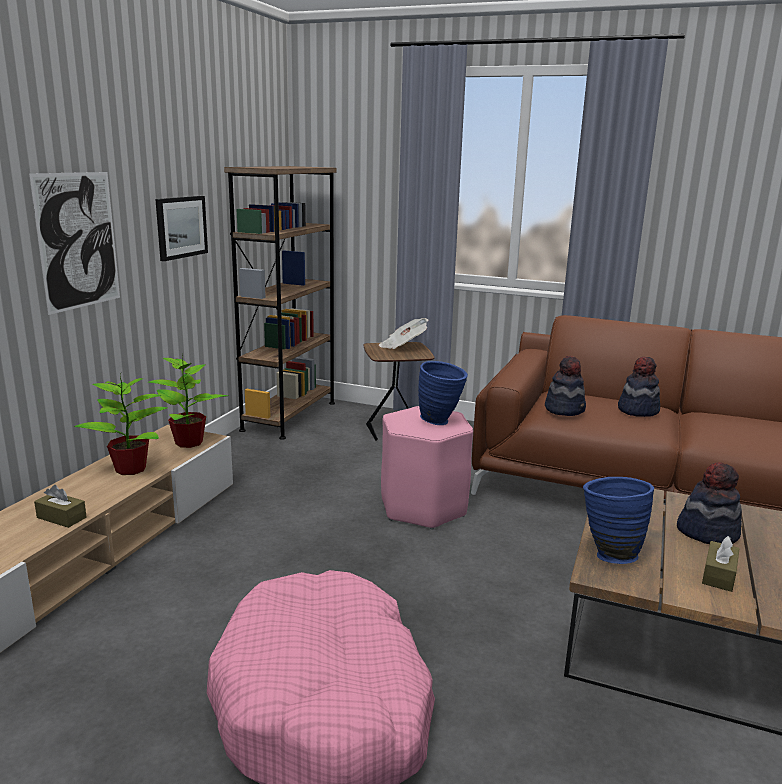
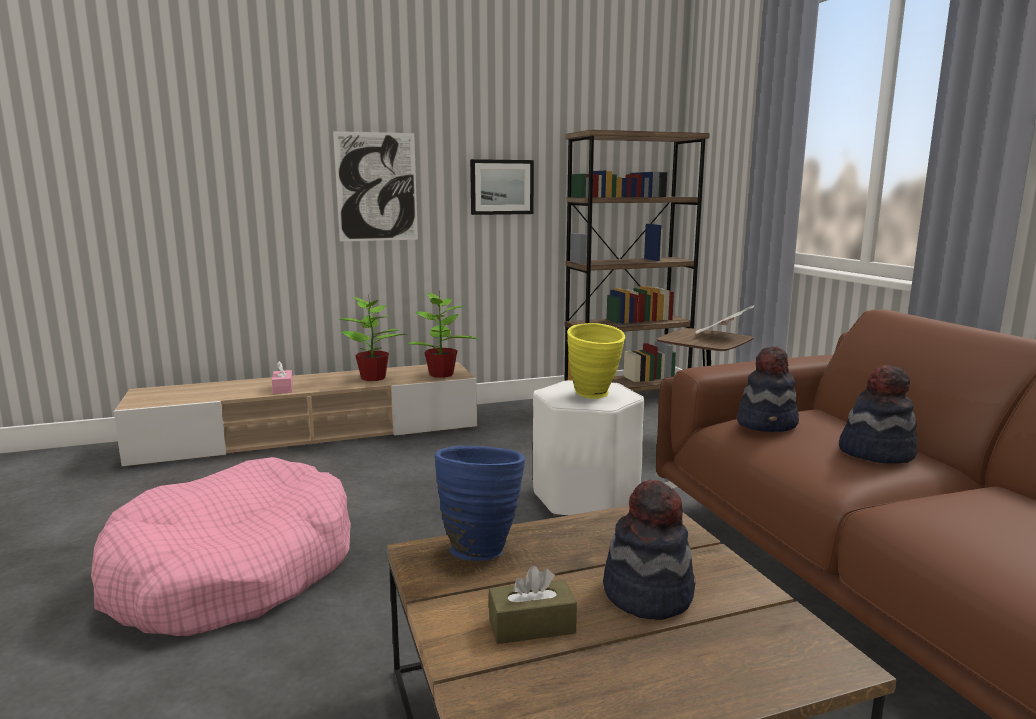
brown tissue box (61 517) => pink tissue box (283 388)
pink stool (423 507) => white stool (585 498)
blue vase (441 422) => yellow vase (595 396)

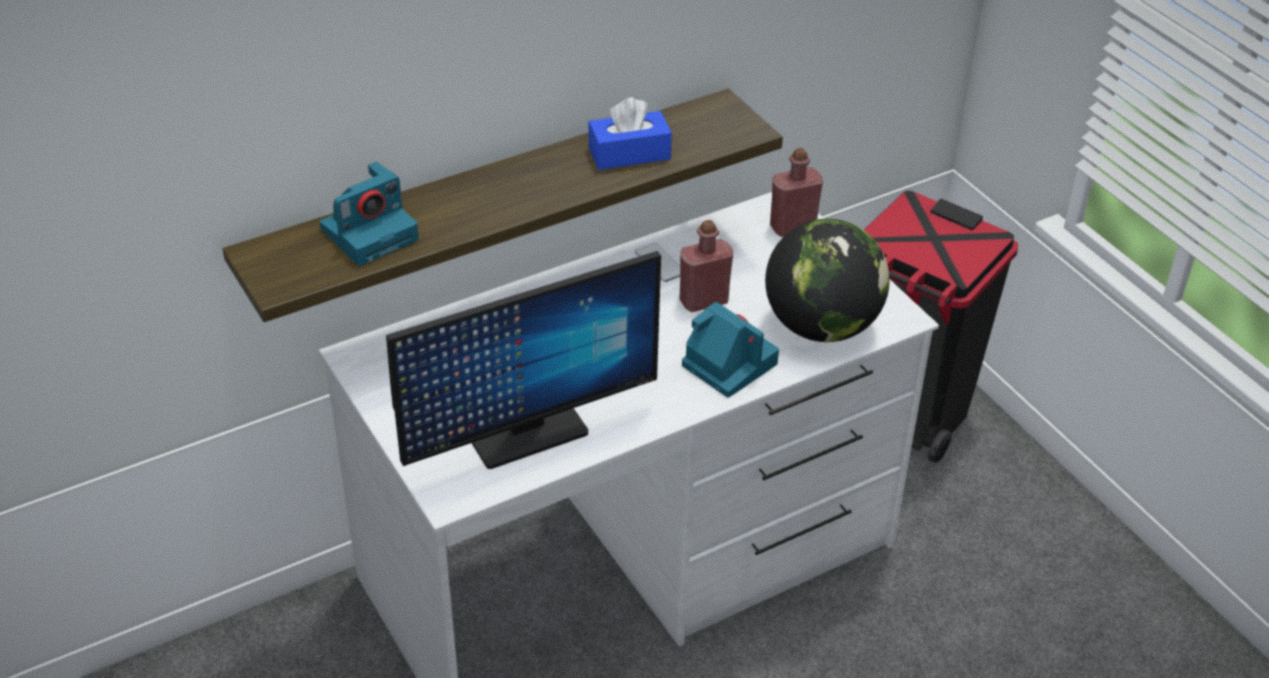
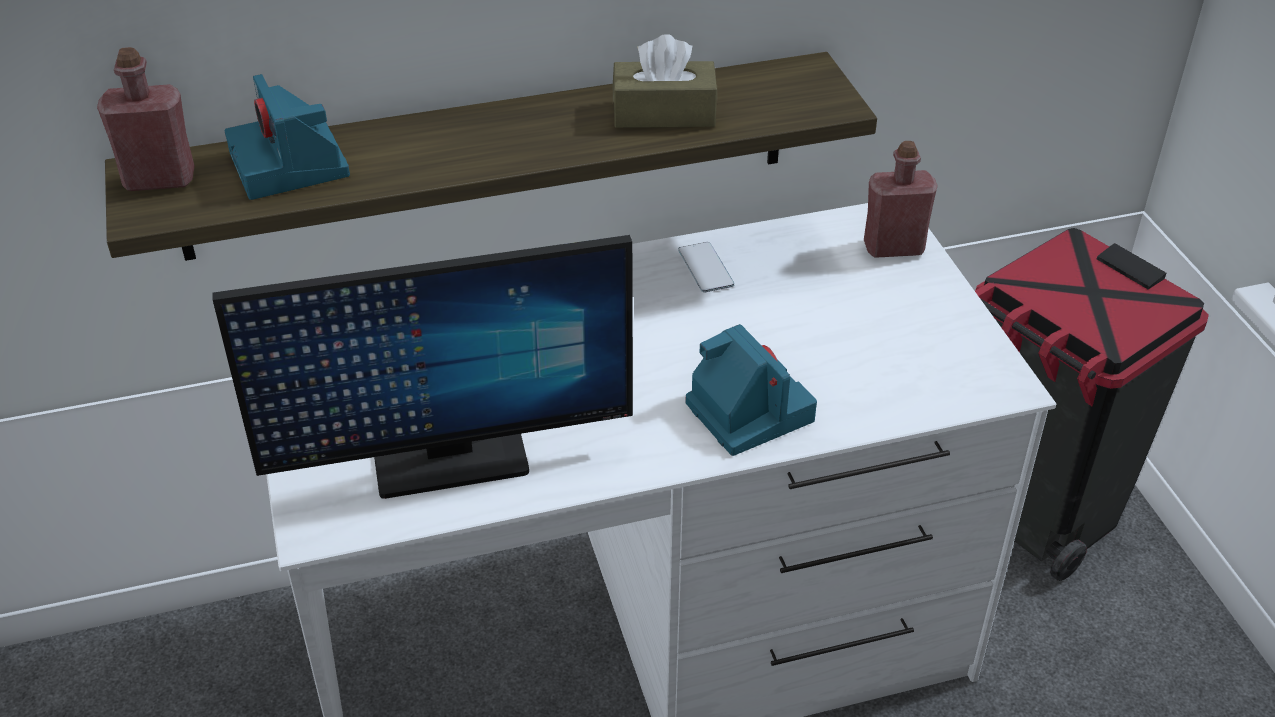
red bottle (703 301) => red bottle (159 179), shifted
photo camera (370 232) => photo camera (291 165), 90 degrees clockwise
blue tissue box (629 153) => brown tissue box (664 113)
globe (821 326) => nothing

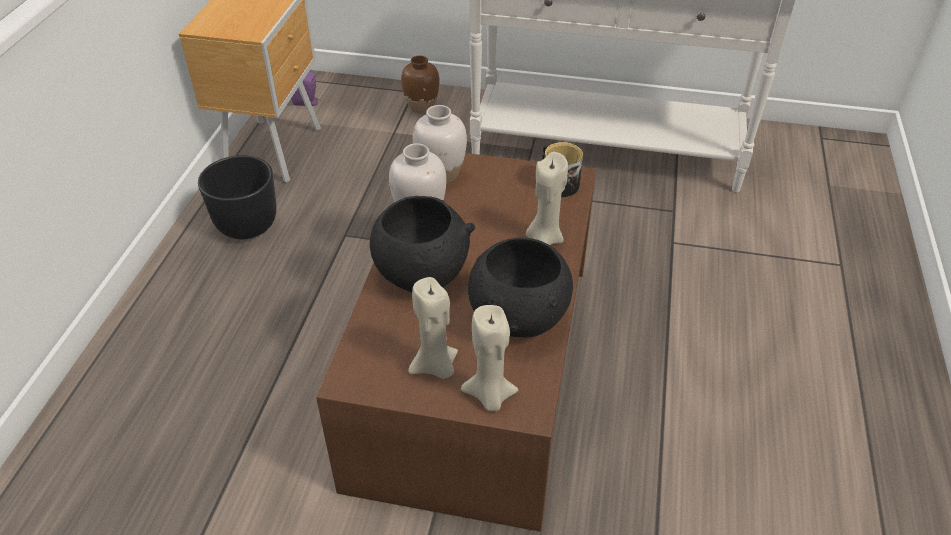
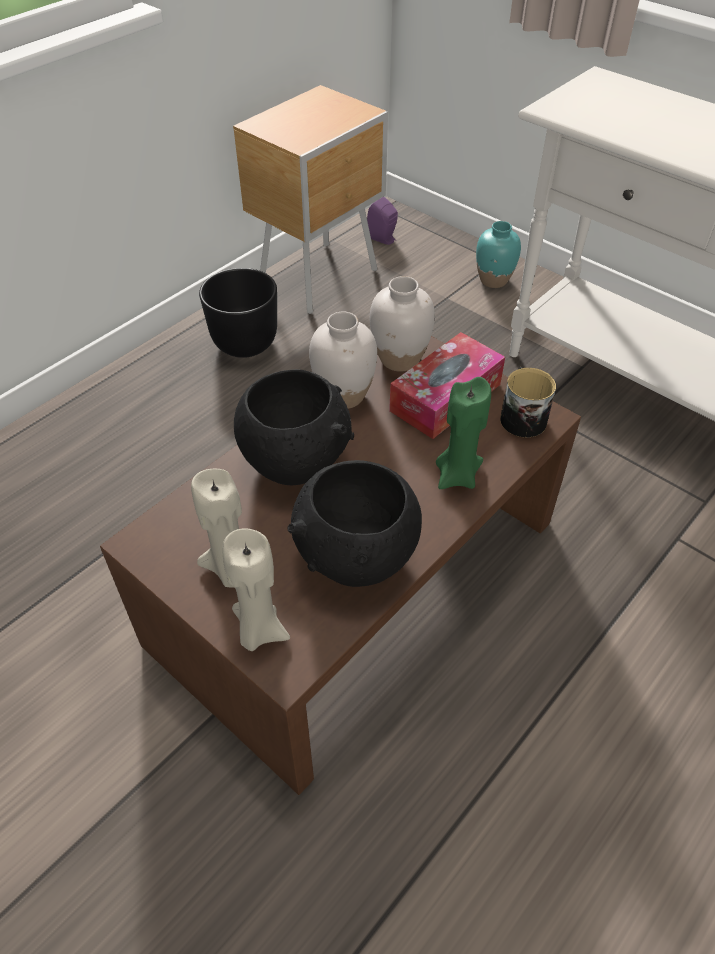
nothing => tissue box (445 397)
beige candle (545 238) => green candle (457 475)
brown vase (421 107) => turquoise vase (493 280)

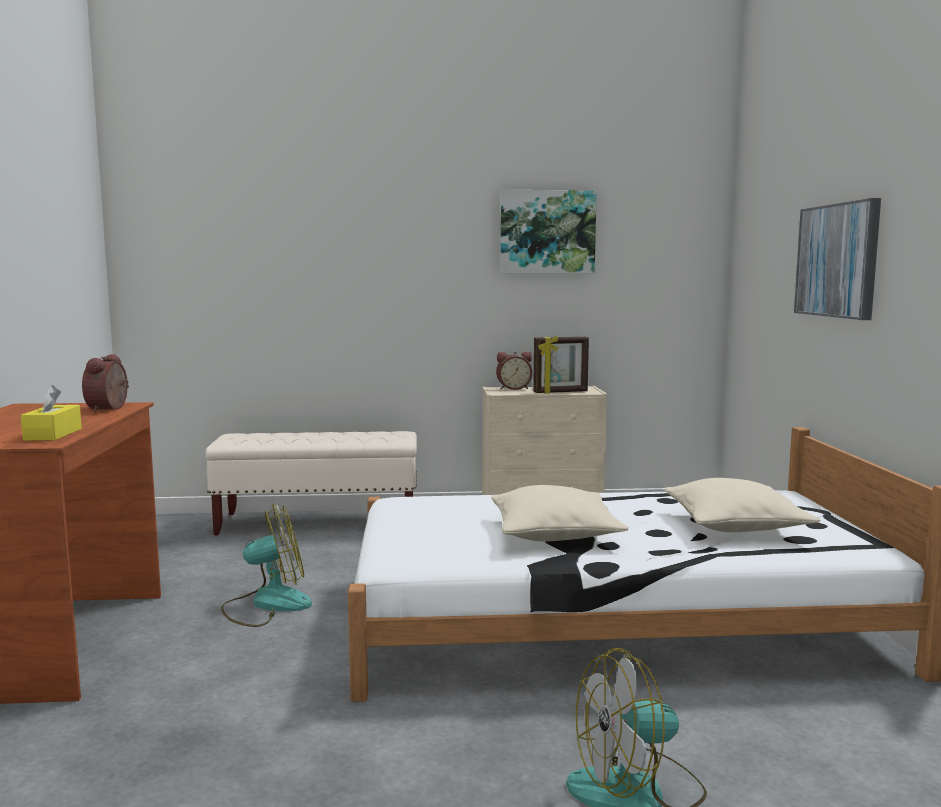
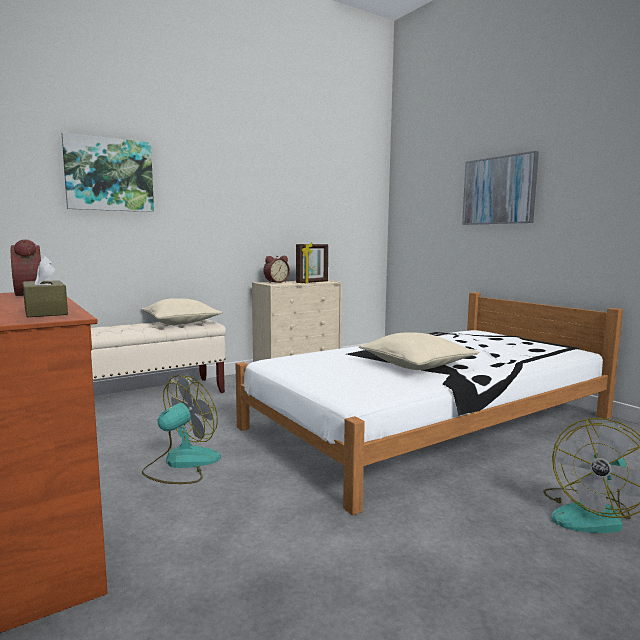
yellow tissue box (53 434) => brown tissue box (45 311)
picture (547 232) => picture (109 175), shifted
beige pillow (735 525) => beige pillow (181 323), shifted

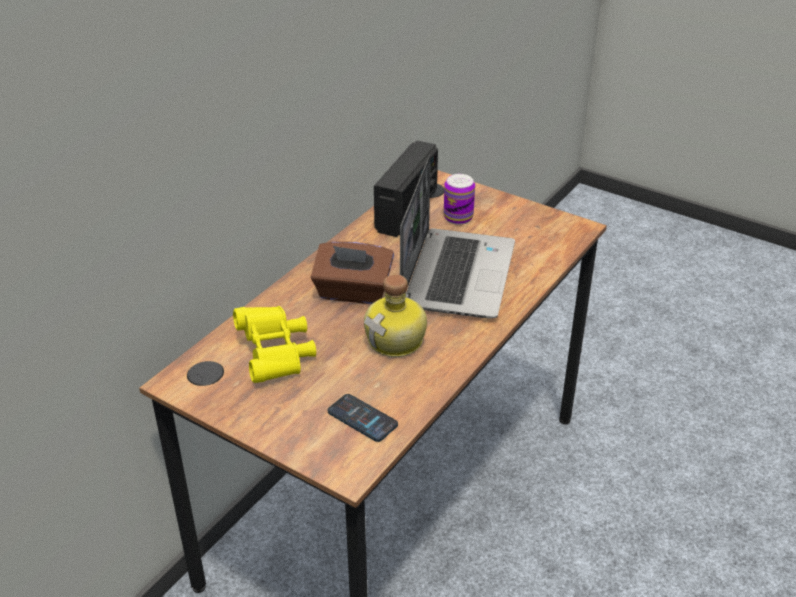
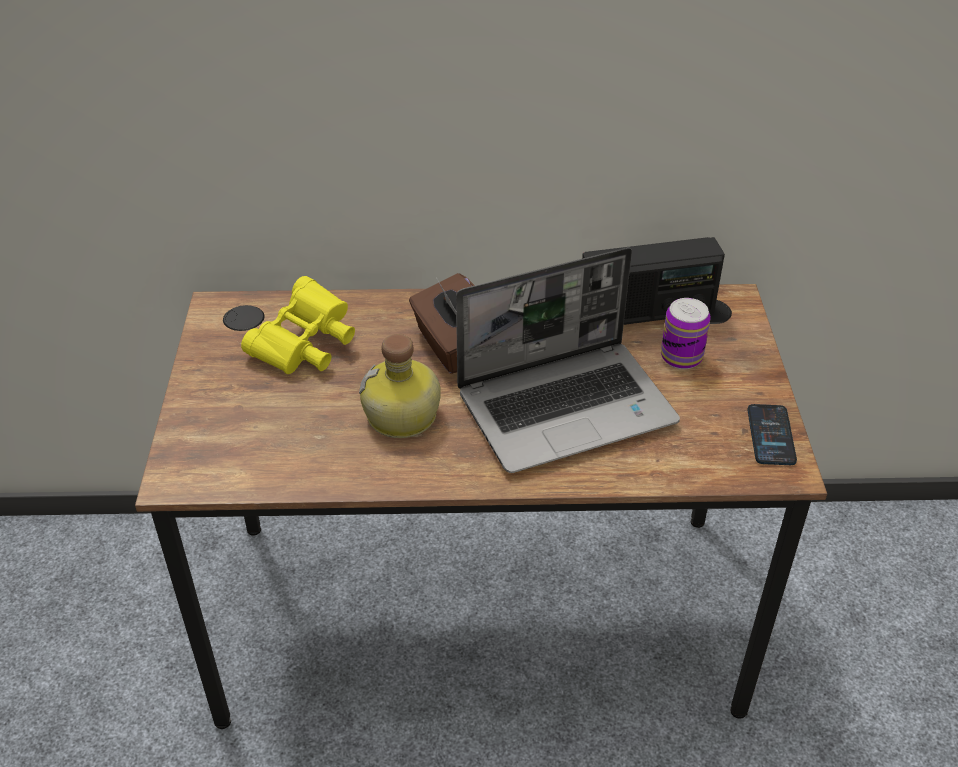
phone (362 418) => phone (771 435), shifted

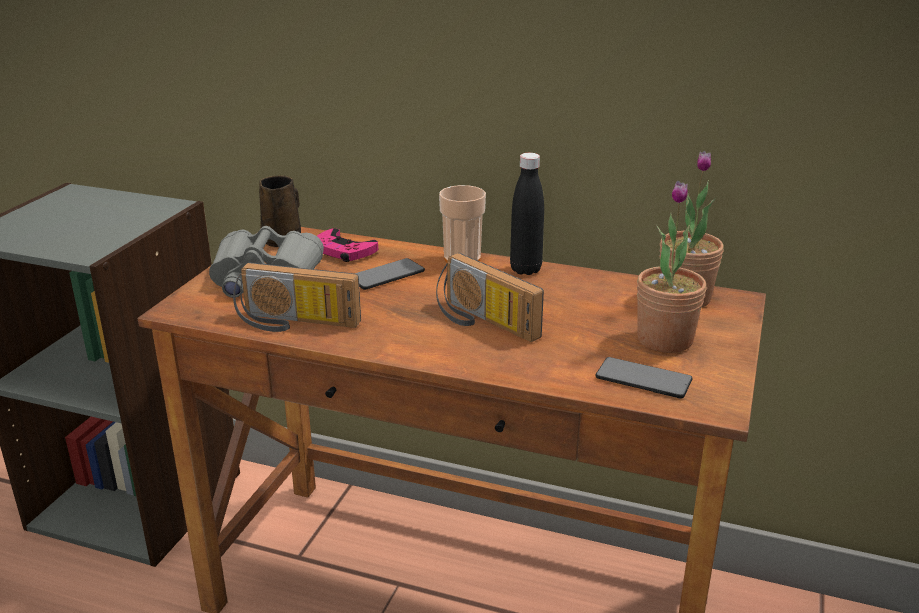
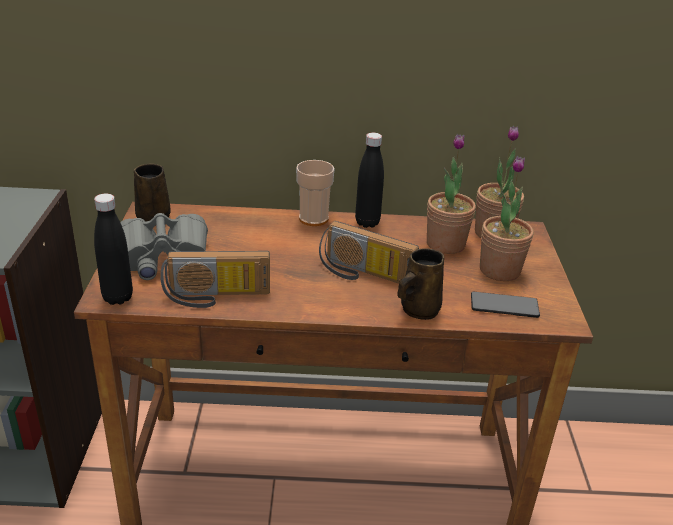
nothing => black bottle (117 298)
nothing => brown mug (418 310)
nothing => potted plant (445 244)
pink game controller (343 251) => nothing
phone (386 275) => nothing

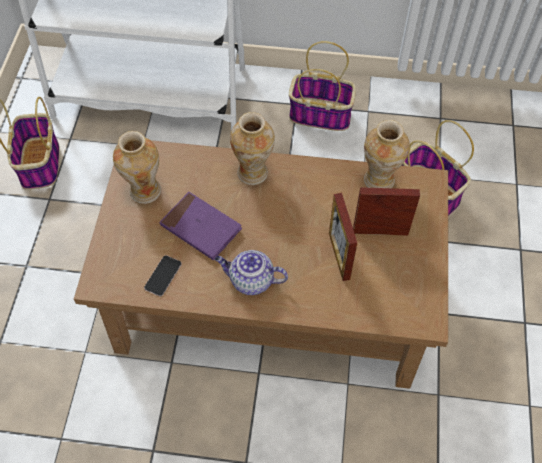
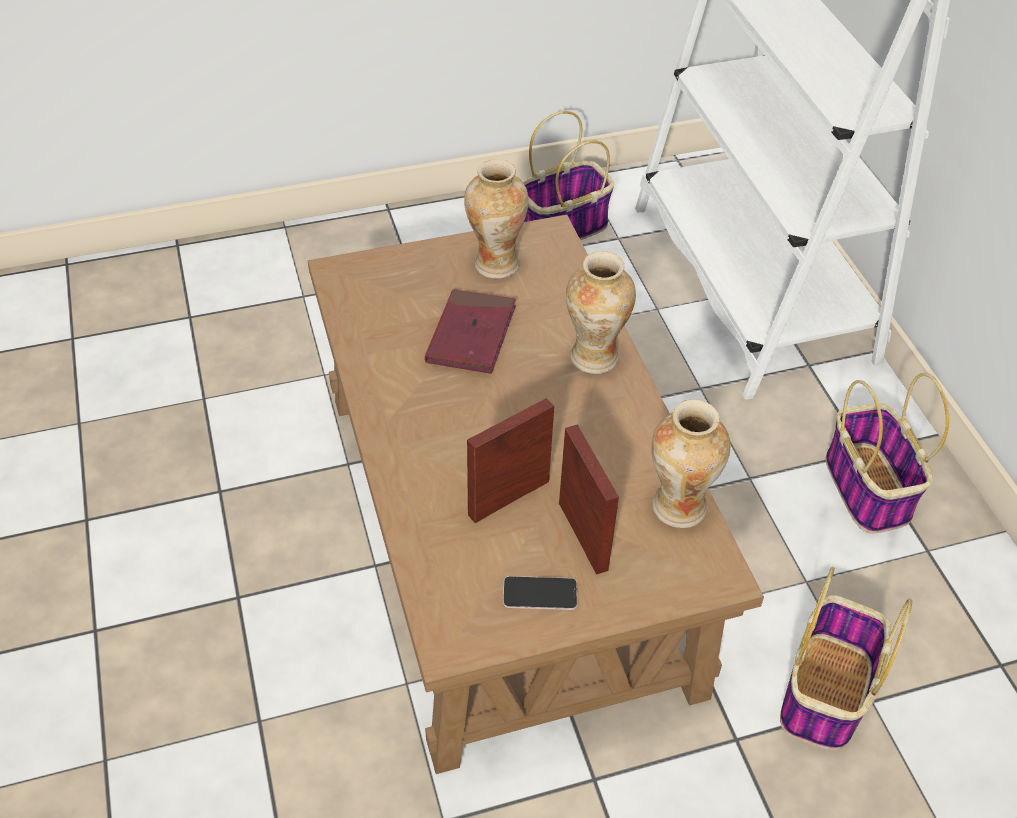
purple book (201 228) => red book (471 335)
phone (163 276) => phone (540 594), shifted
teapot (250 281) => nothing

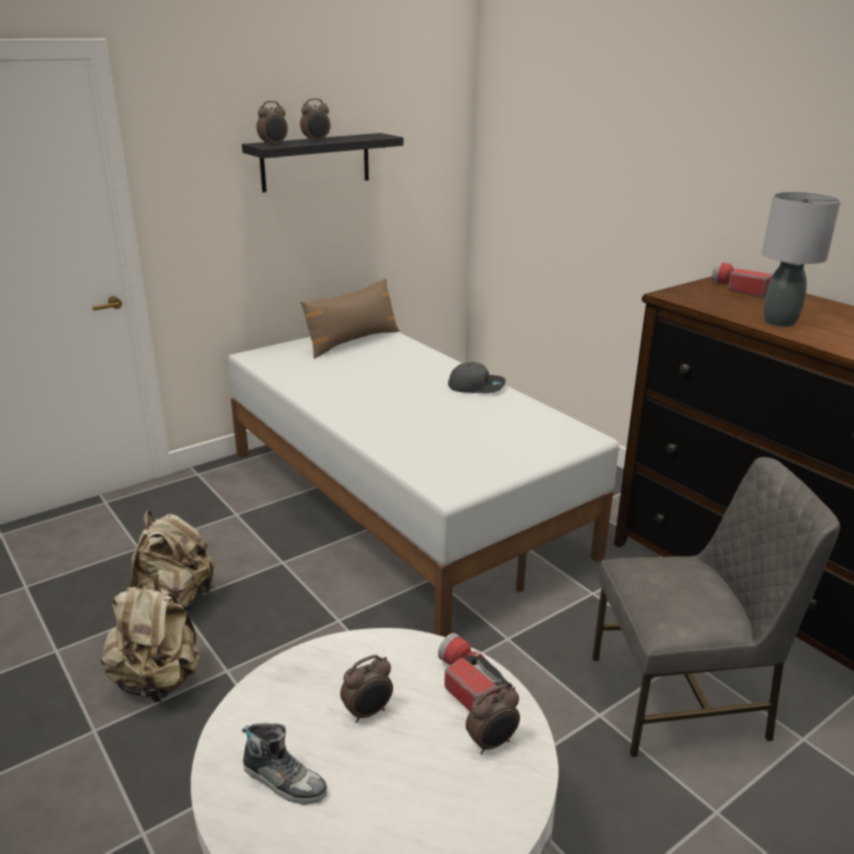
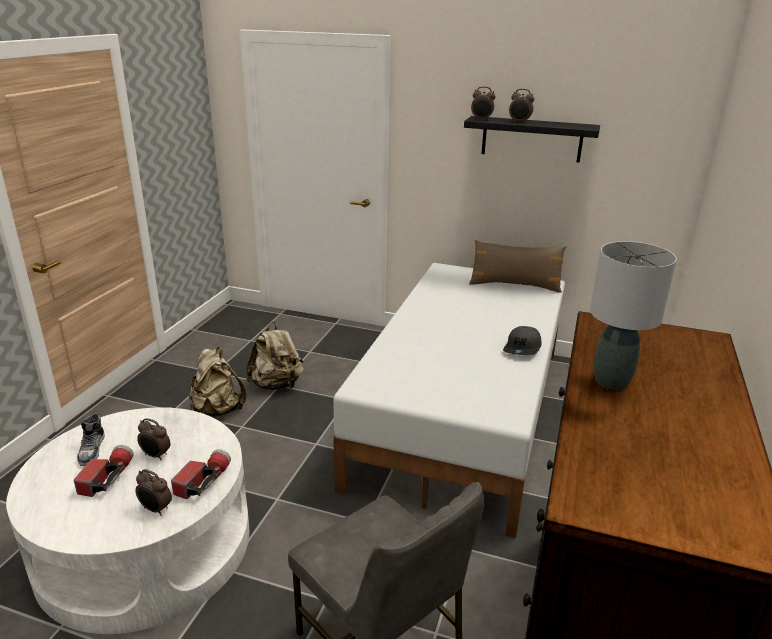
flashlight (739 289) => flashlight (107 478), shifted
grey cap (476 386) => grey cap (523 348), 45 degrees clockwise

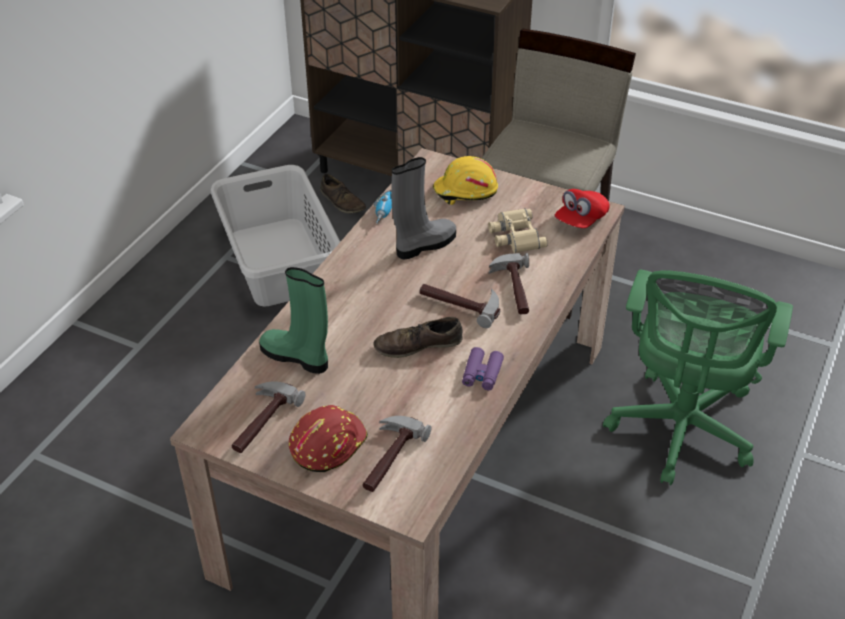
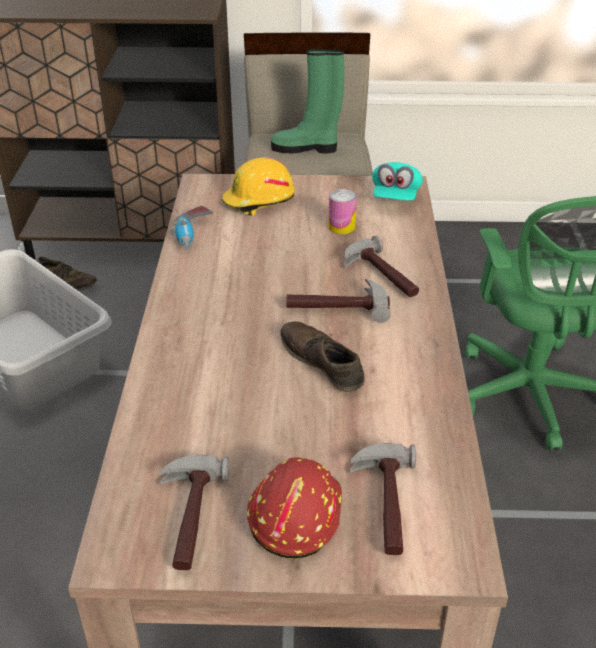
green boot (297 357) => green boot (306 148), shifted
brown shoe (418 345) => brown shoe (321 362), 90 degrees clockwise
beige binoculars (514 235) => can (341 227)
red cap (581 220) => turquoise cap (395 197)
grey boot (424 245) => nothing
purple binoculars (482 374) => nothing

